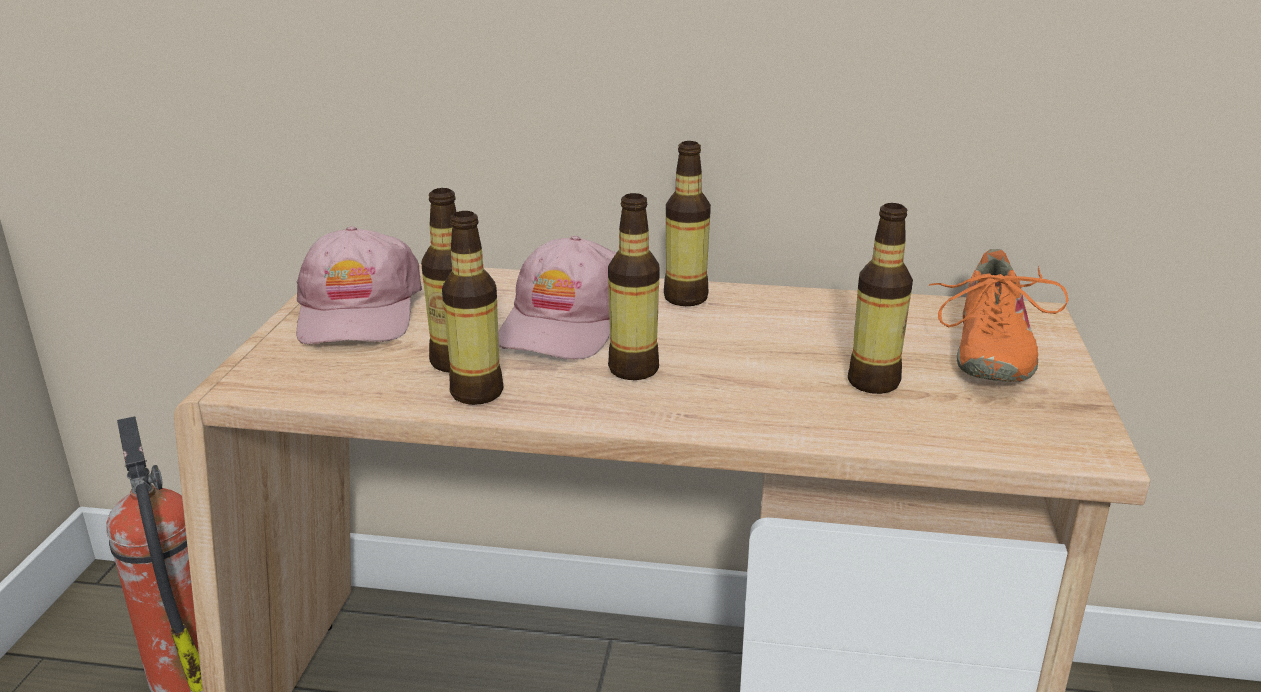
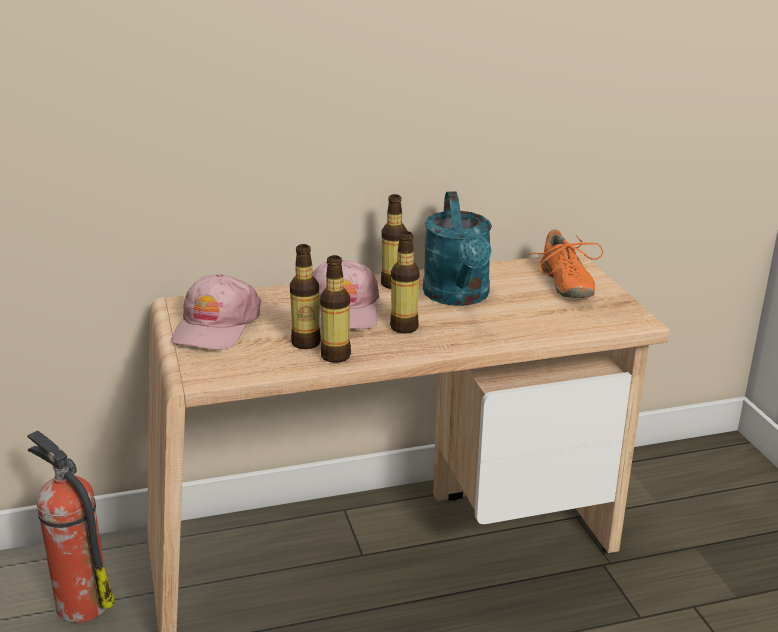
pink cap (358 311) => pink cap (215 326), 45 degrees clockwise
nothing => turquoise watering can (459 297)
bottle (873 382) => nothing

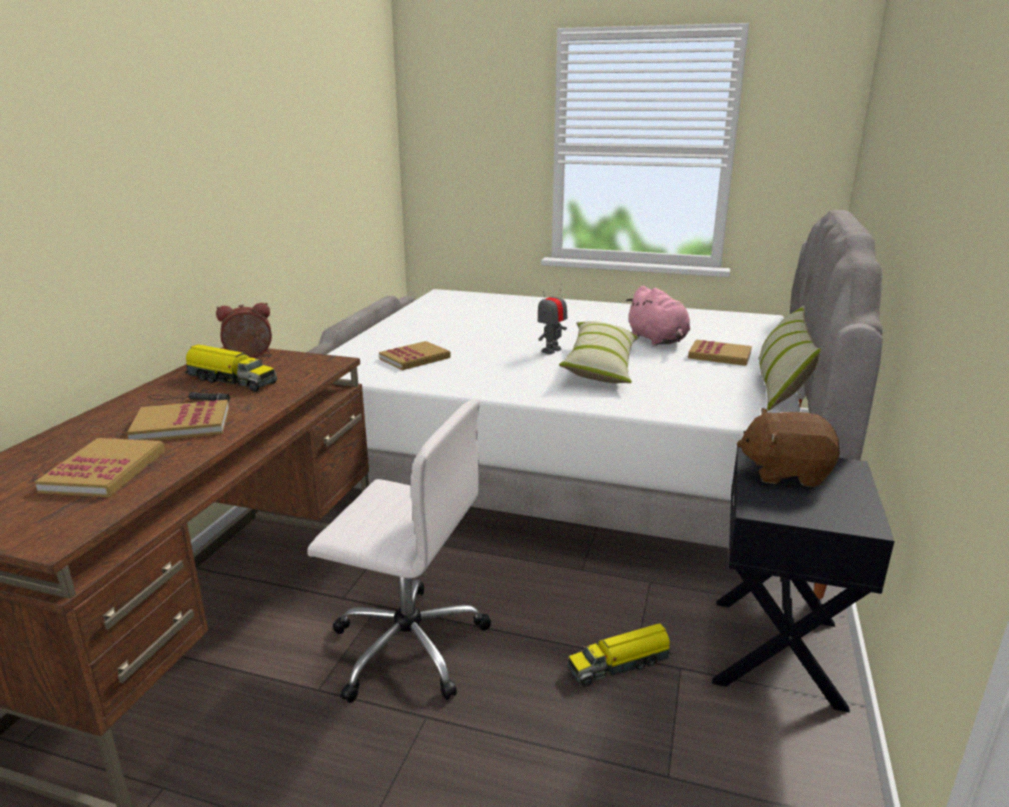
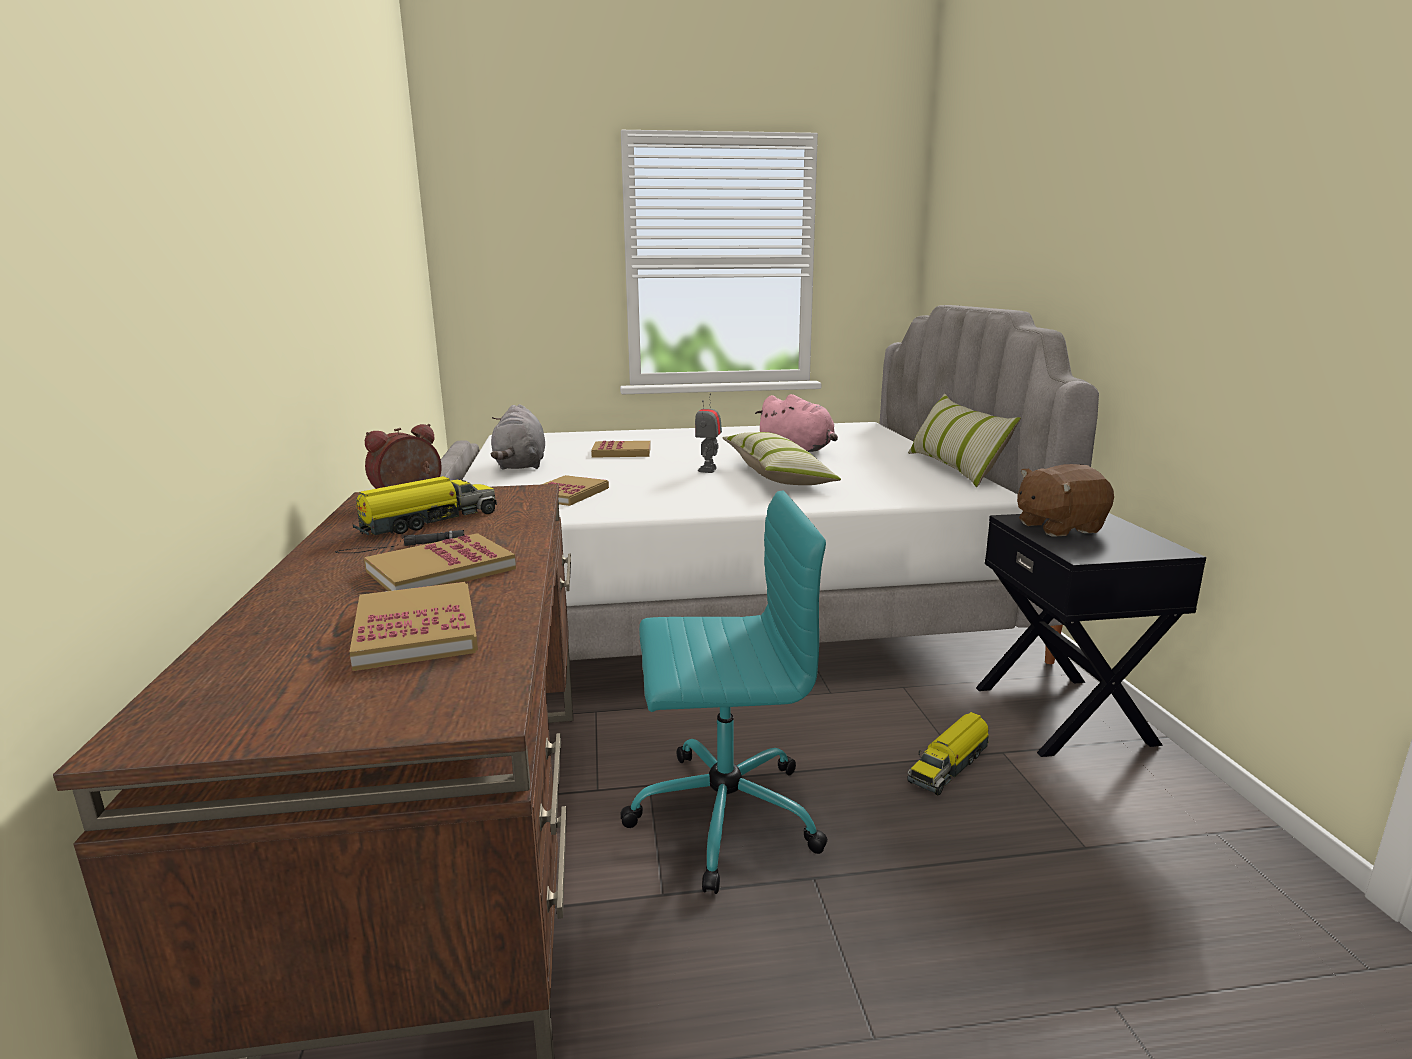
toy truck (231 380) => toy truck (427 522), 45 degrees counterclockwise
nothing => grey plush toy (520 466)
book (719 355) => book (621 452), shifted
white office chair (406 645) => turquoise office chair (721 815)

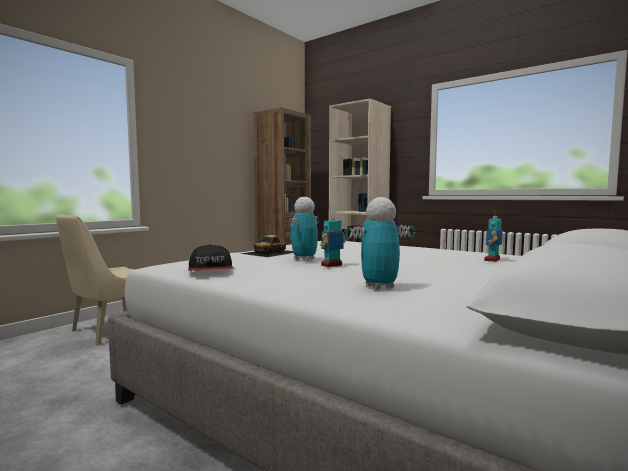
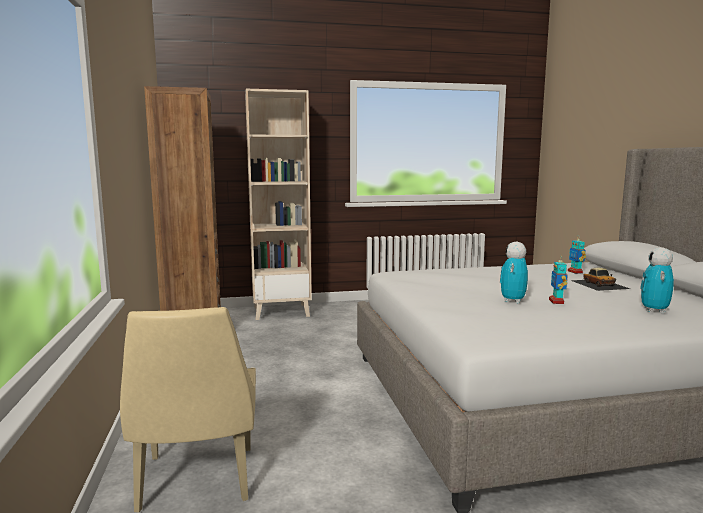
toy robot (304 259) => toy robot (512 301), 45 degrees clockwise
toy car (270 252) => toy car (599 284), shifted
cap (211 270) => nothing

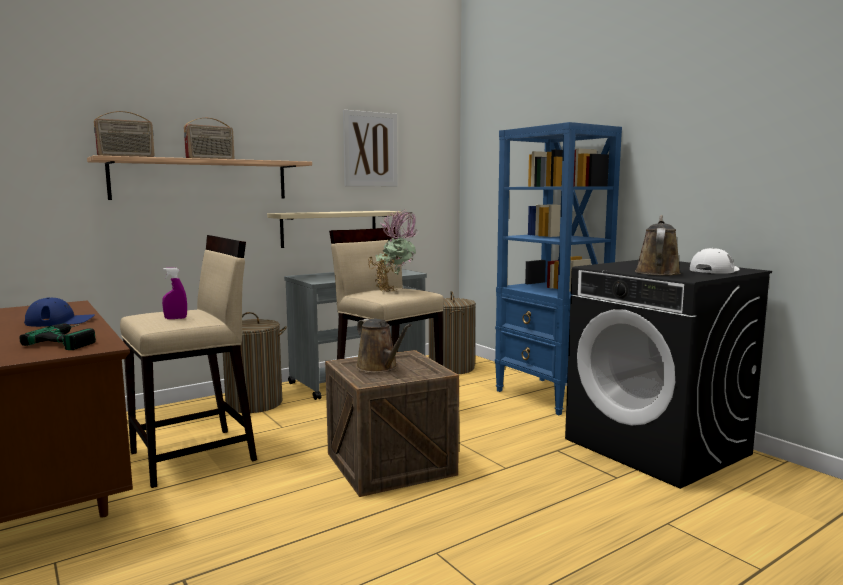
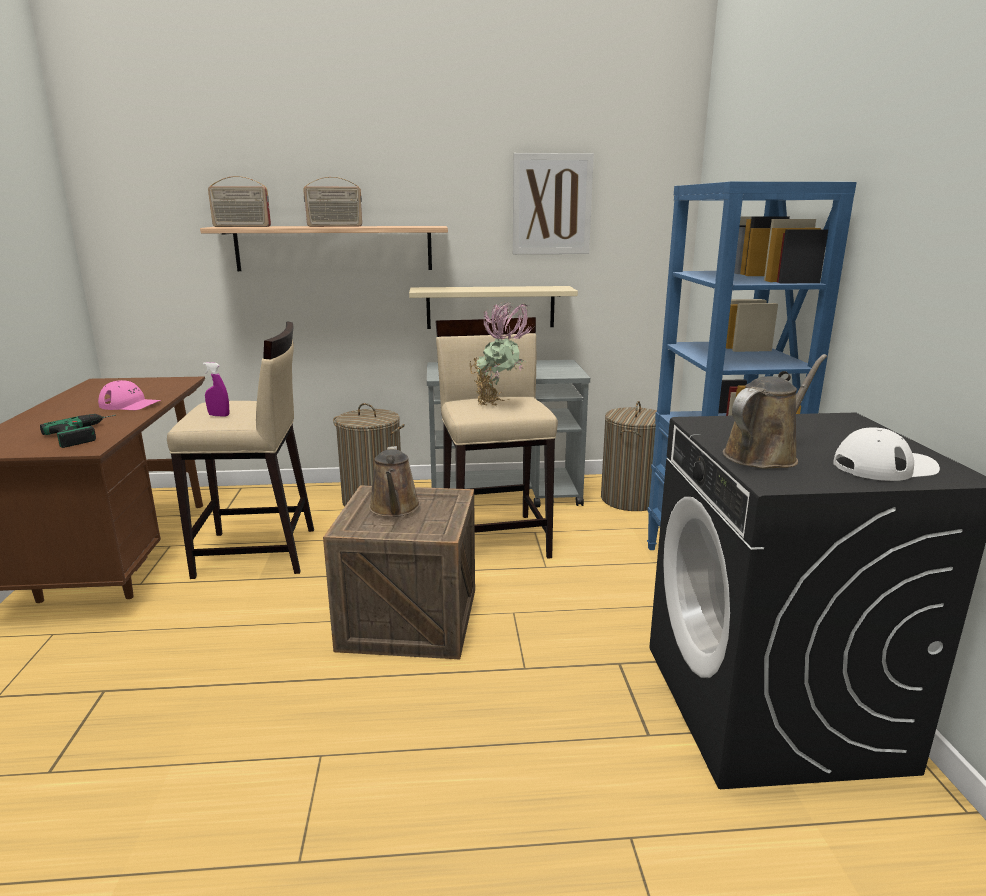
blue cap (60 321) => pink cap (130 404)

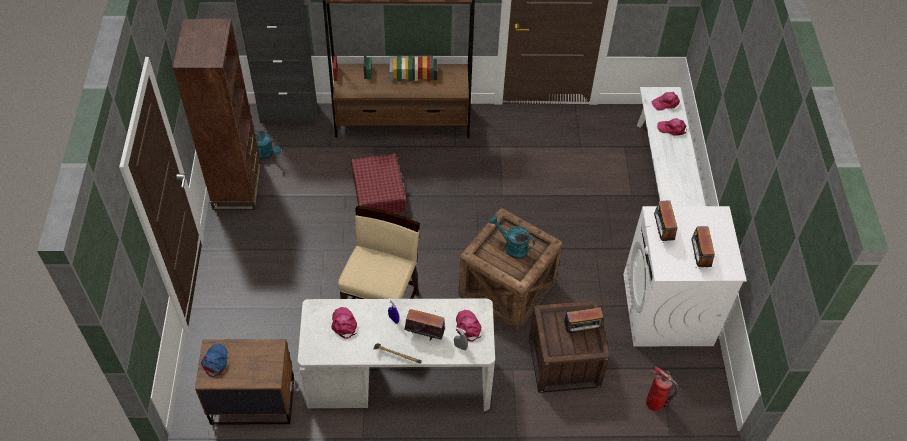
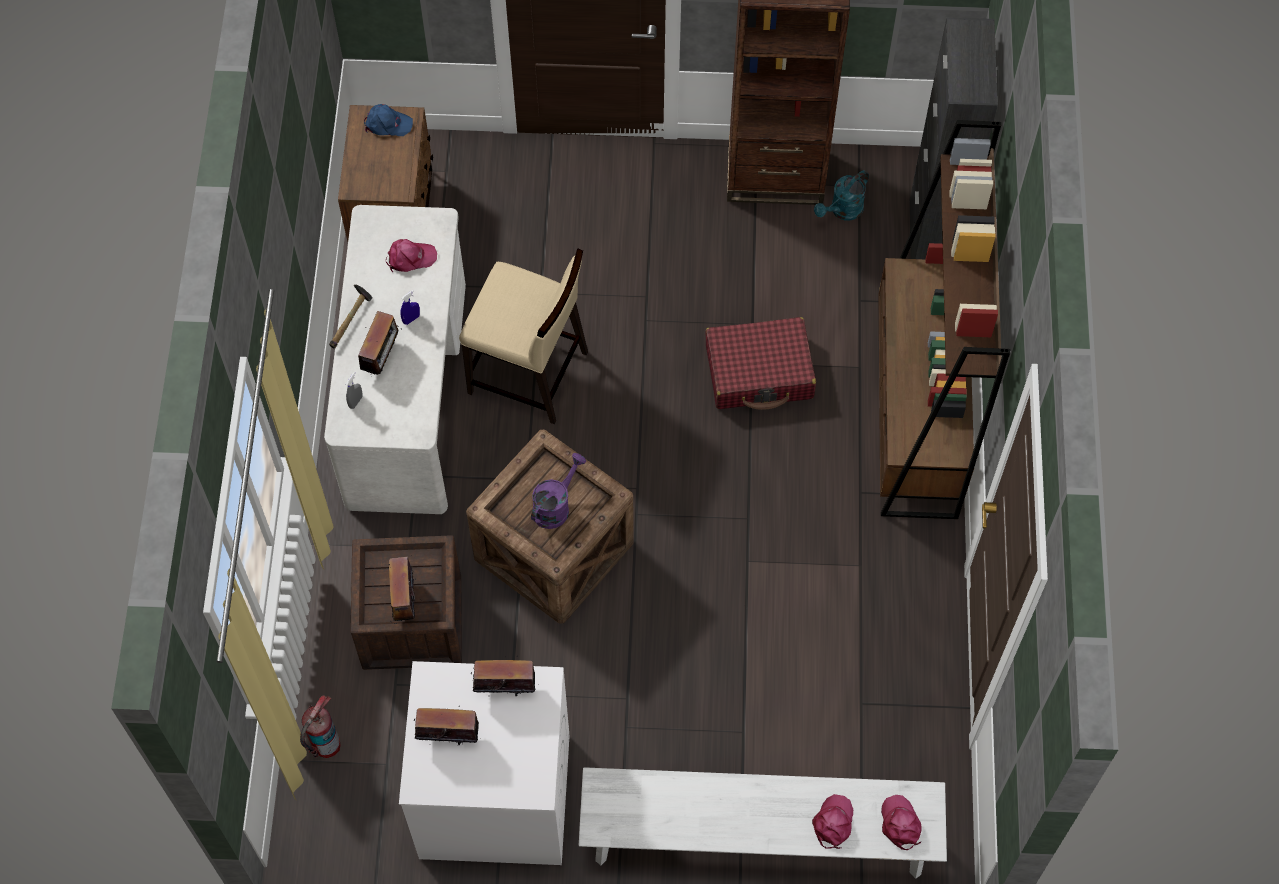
turquoise watering can (512 247) => purple watering can (555 506)
pink cap (468 327) => nothing

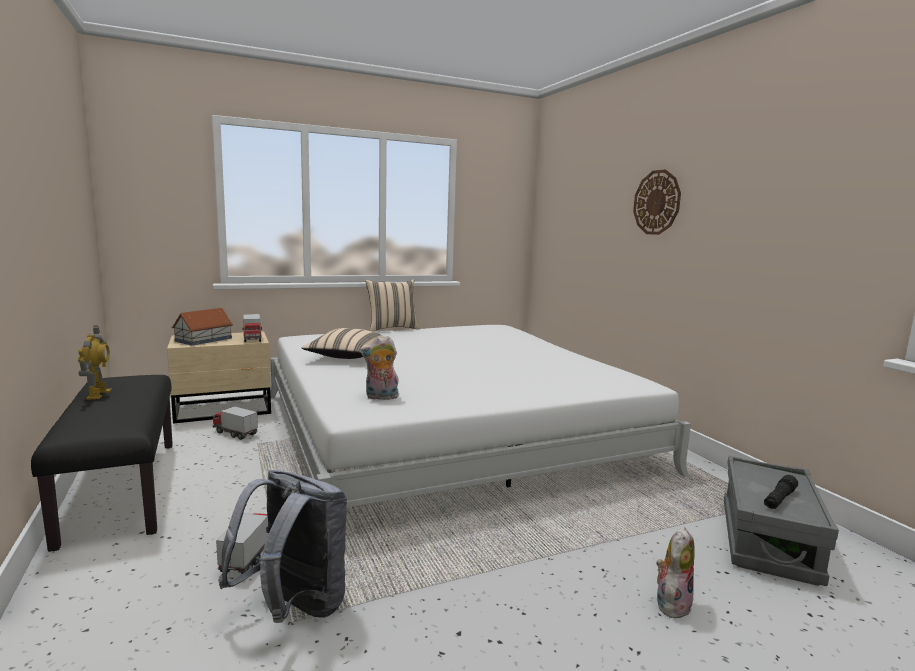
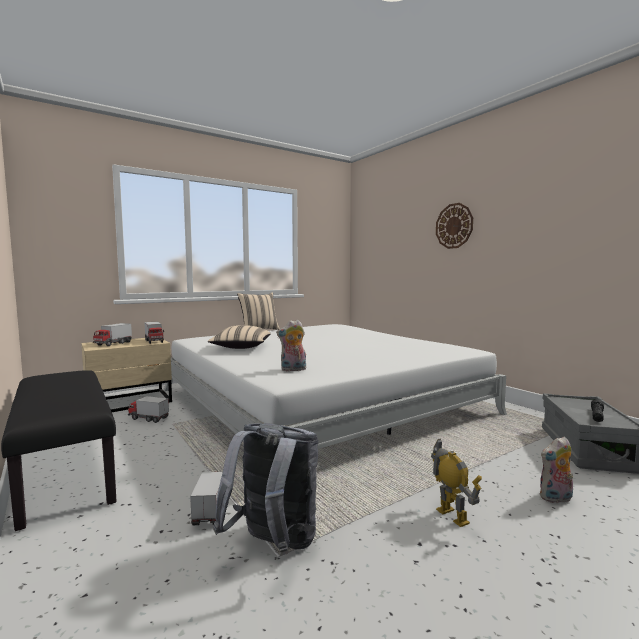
toy house (204 339) => toy truck (113 344)
toy robot (98 394) => toy robot (452 516), shifted
plush toy (671 603) => plush toy (556 498), 135 degrees counterclockwise

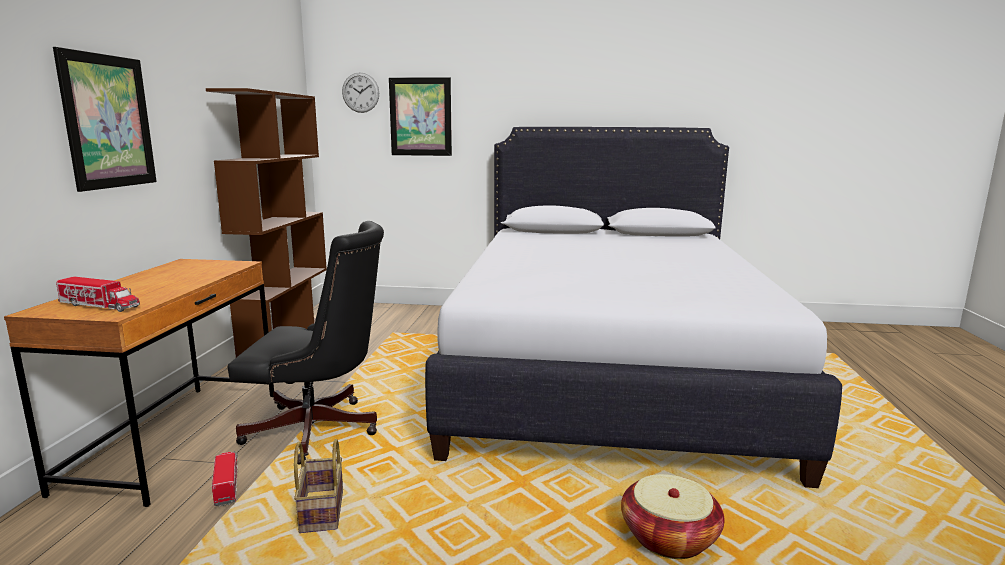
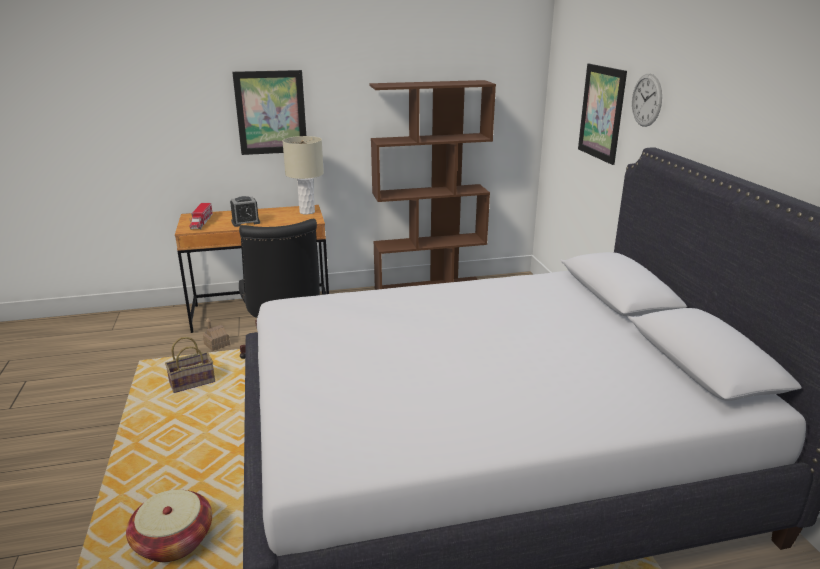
toy truck (226 483) => toy house (217 344)
nothing => alarm clock (245 222)
nothing => beige table lamp (307 212)
wall clock (360 92) => wall clock (646 100), shifted

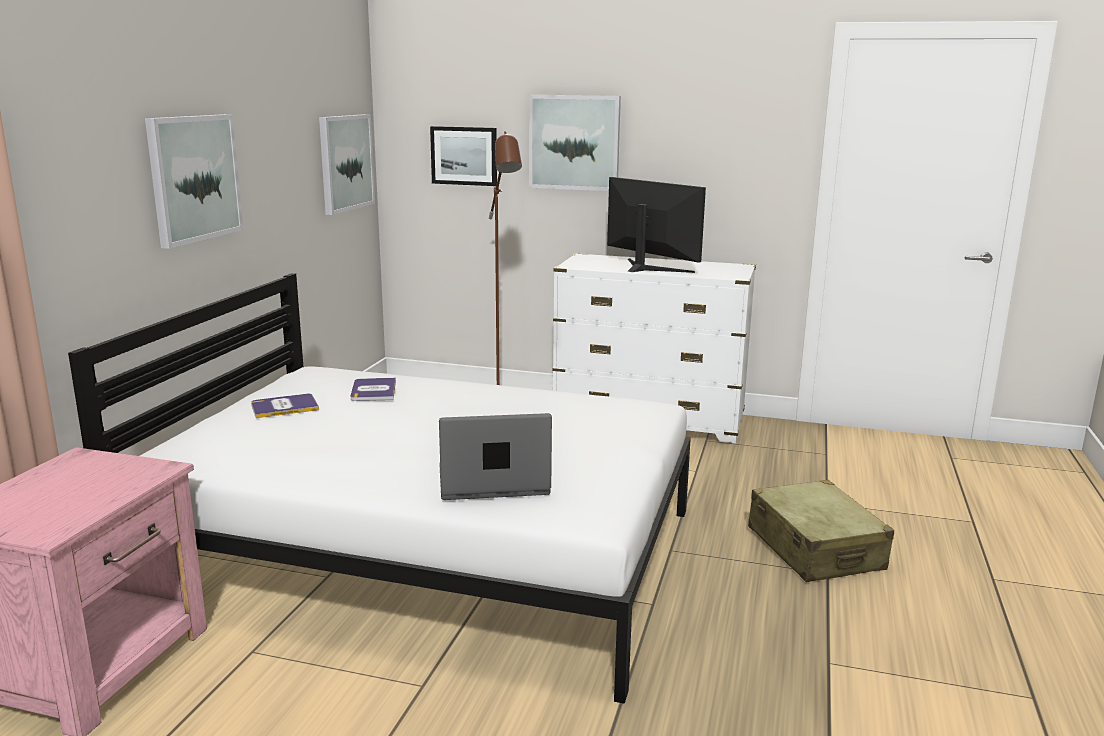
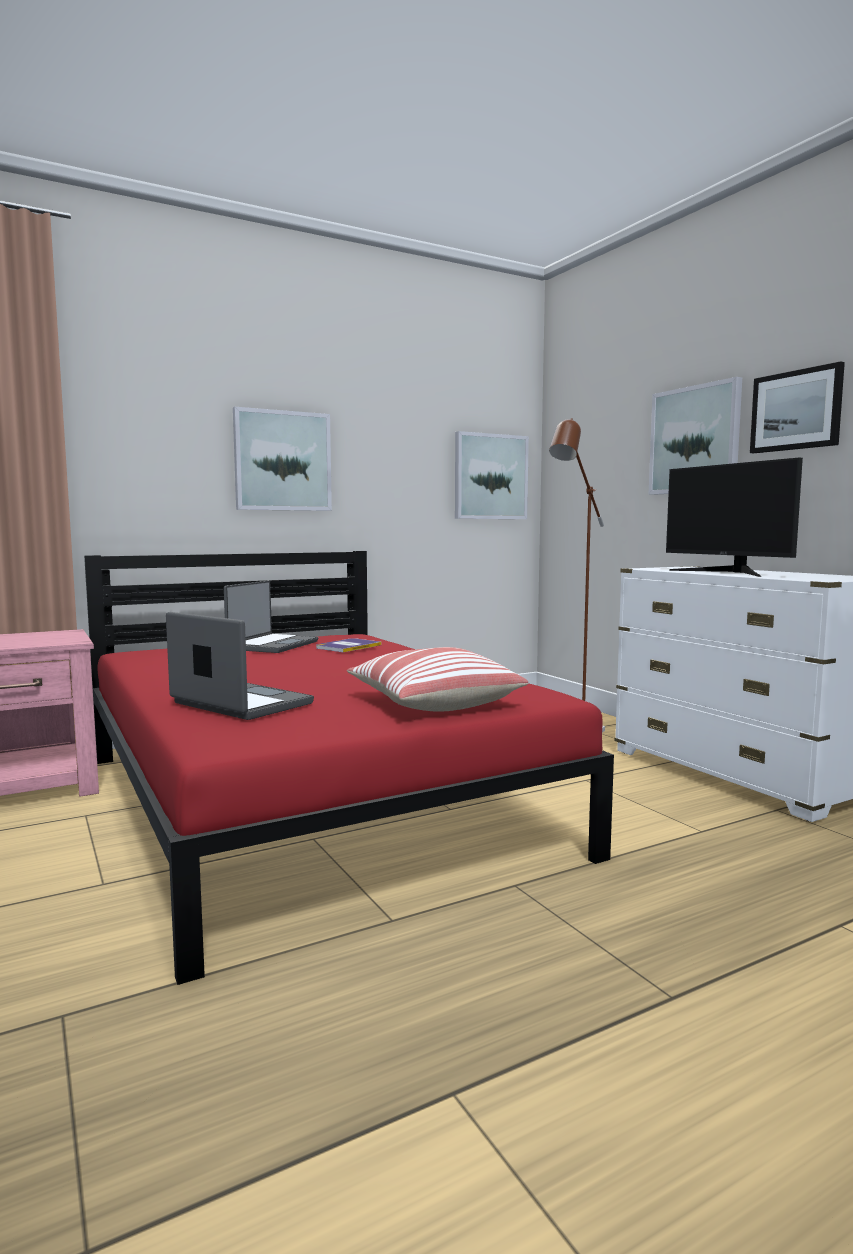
white bed (427 551) => red bed (310 802)
book (284 407) => laptop (272 645)
nothing => pillow (433 703)
monitor (648 268) => monitor (728 572), 150 degrees clockwise
picture (464 156) => picture (796 410), shifted
beige suitcase (815 549) => nothing

